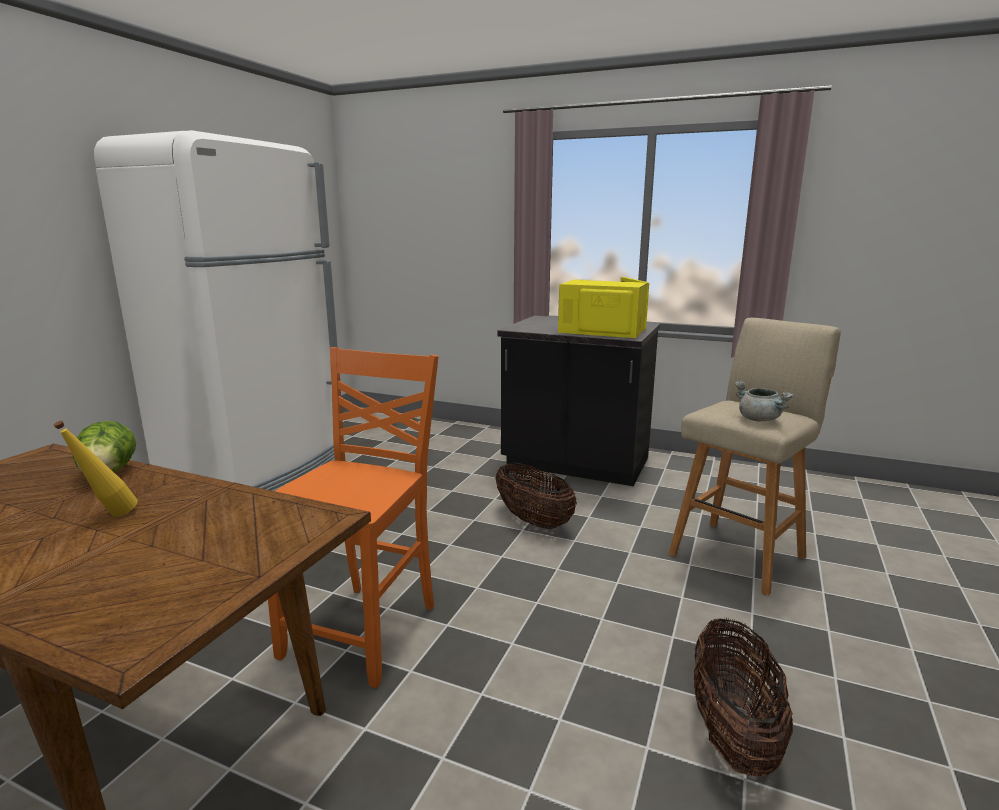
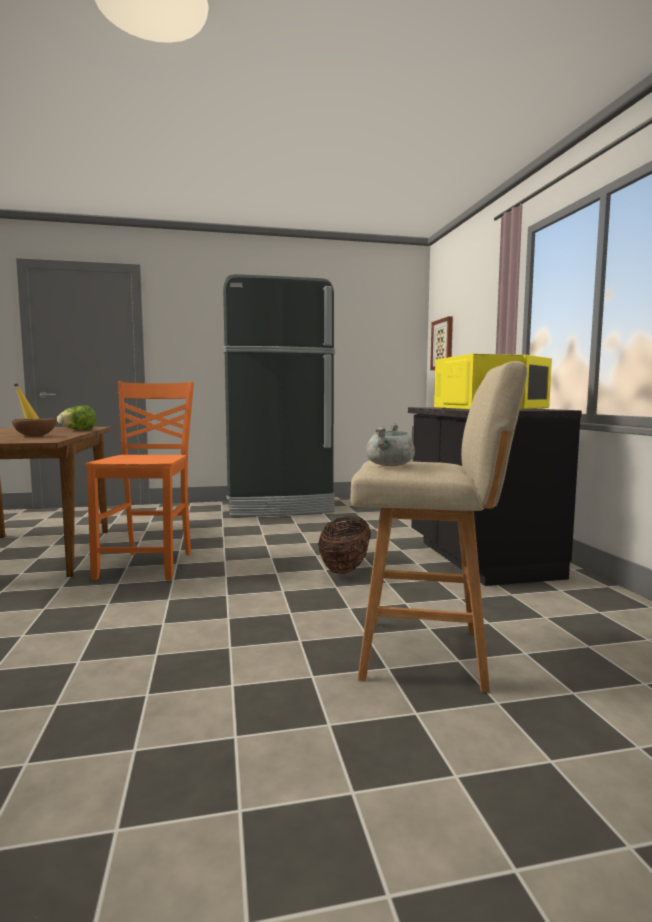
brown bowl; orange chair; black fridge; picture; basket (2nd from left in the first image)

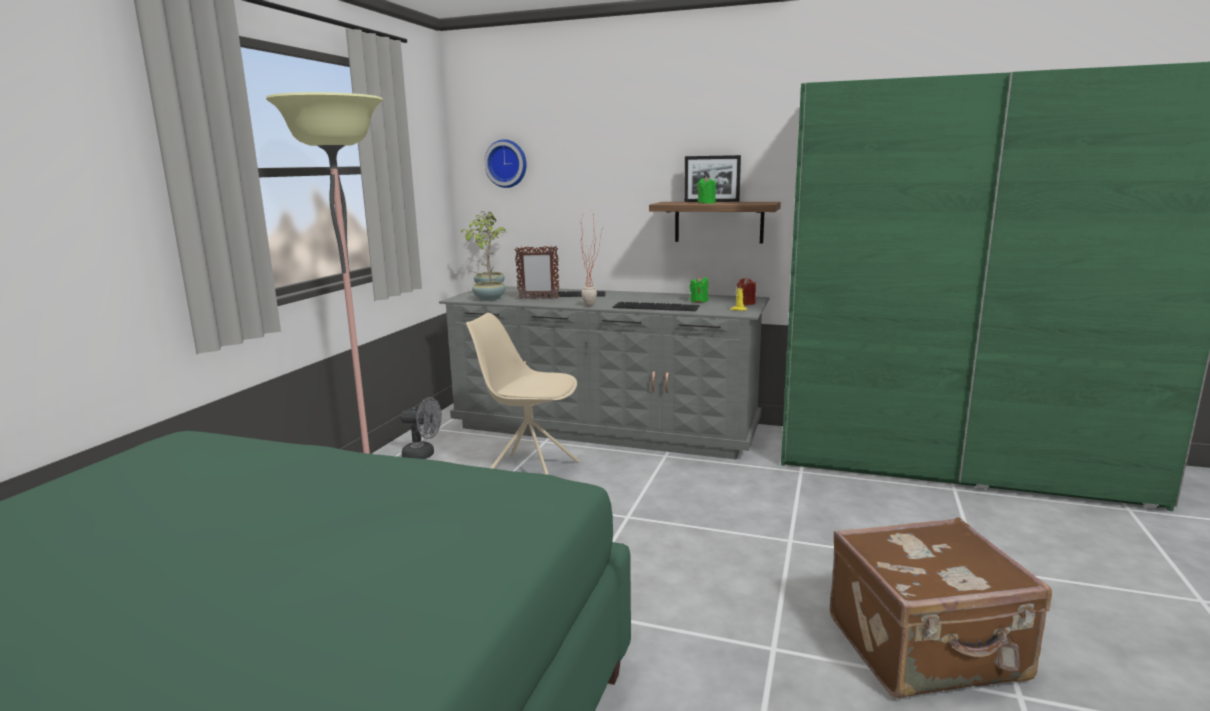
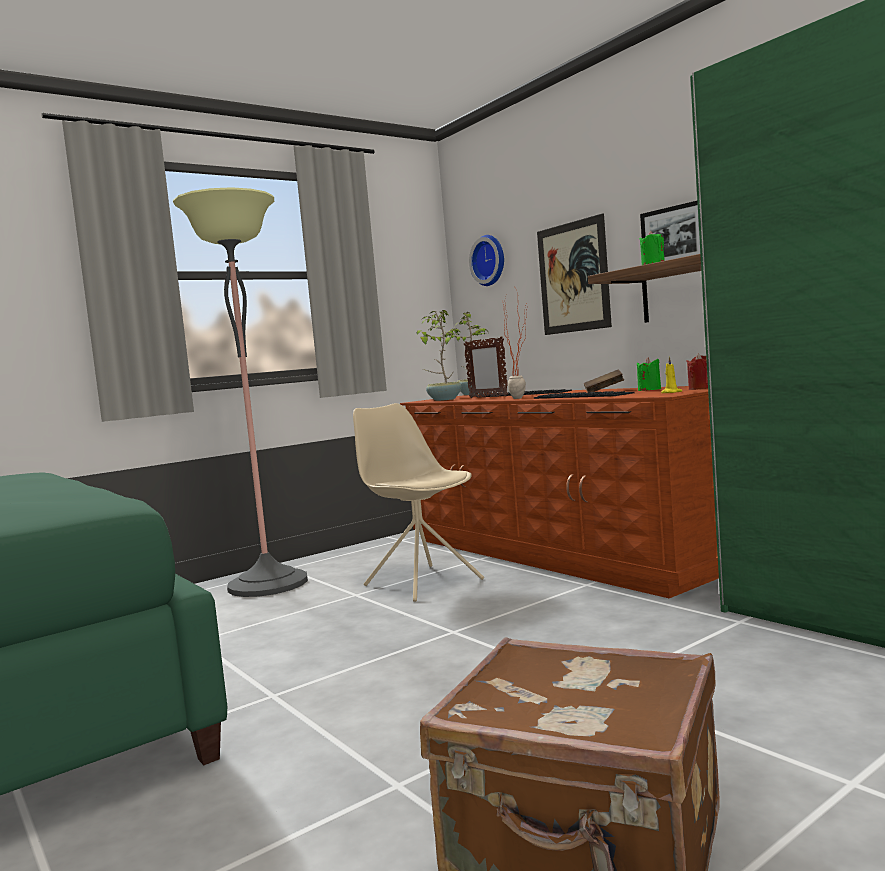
brown dresser; picture; brown book; grey fan

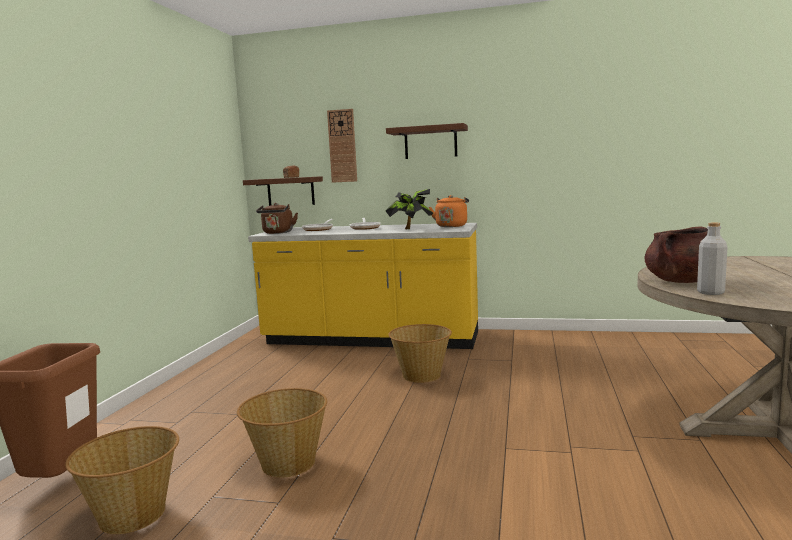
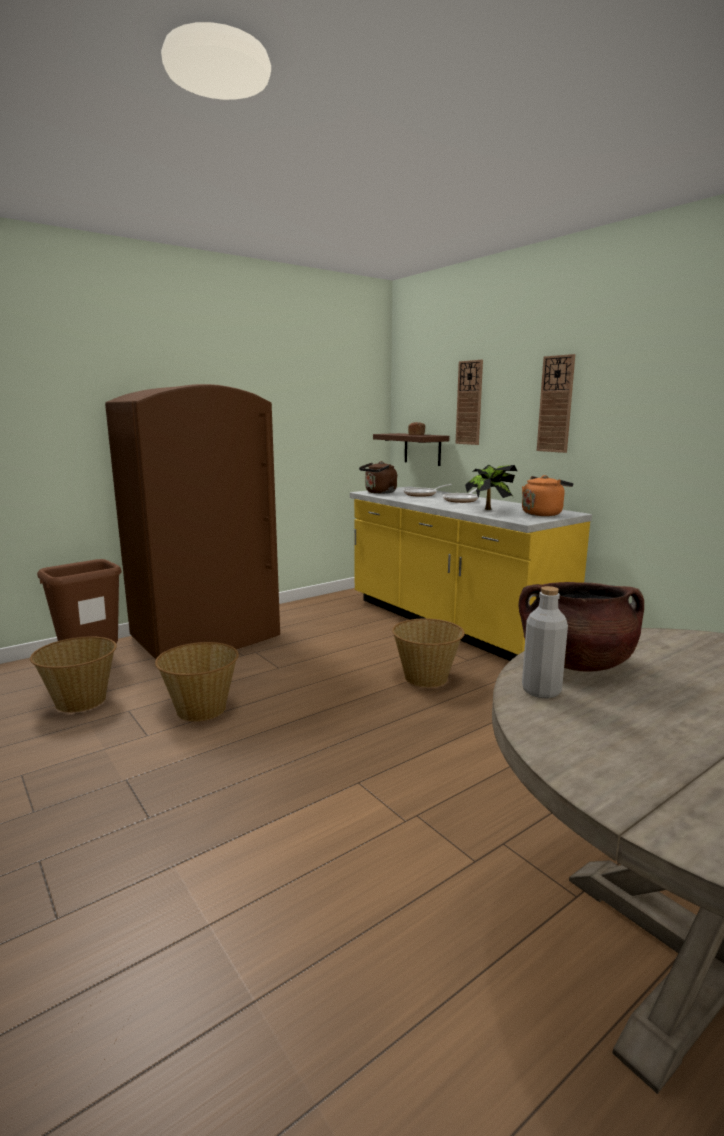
brown fridge; wall clock (2nd from left)

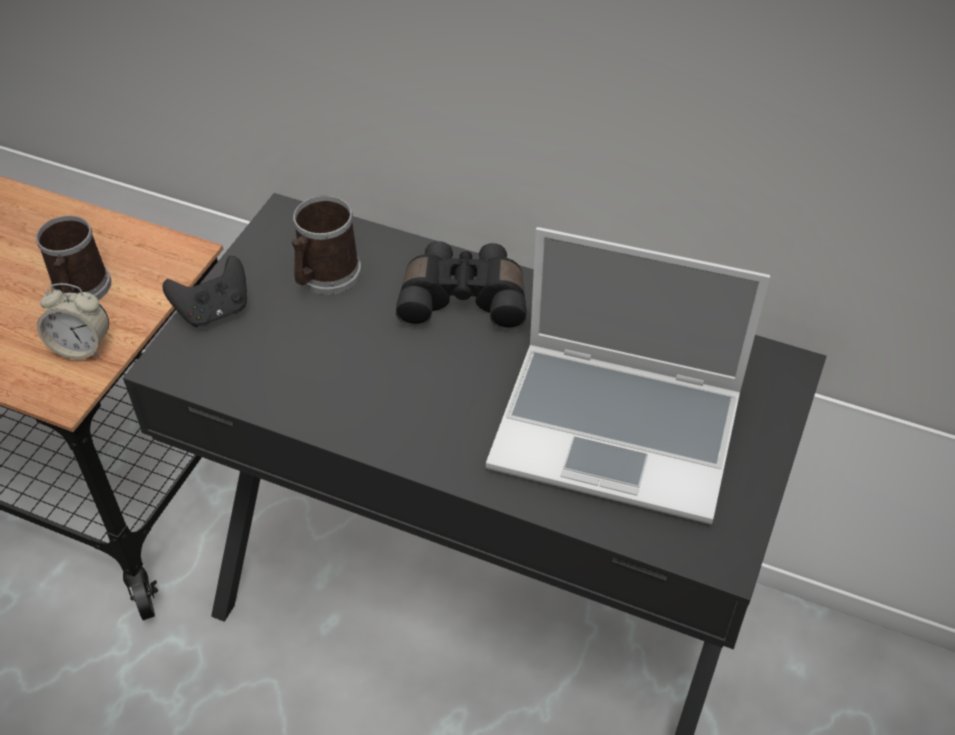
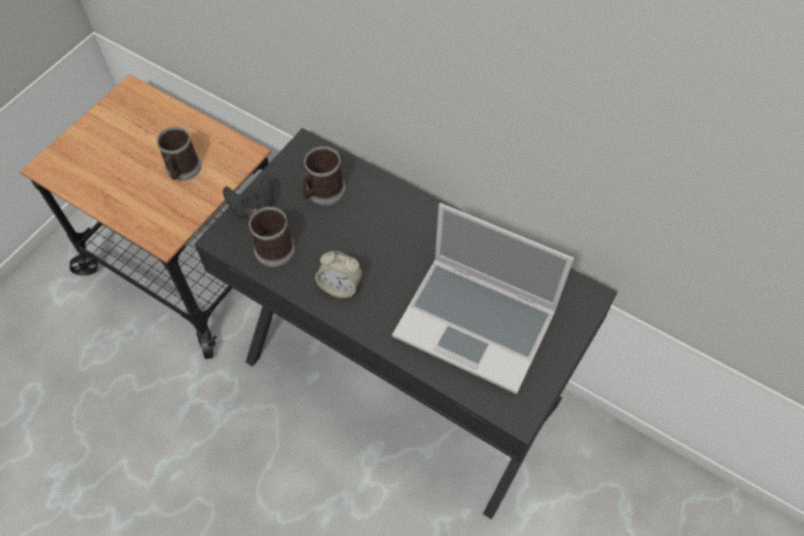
mug (2nd from left); alarm clock; black binoculars

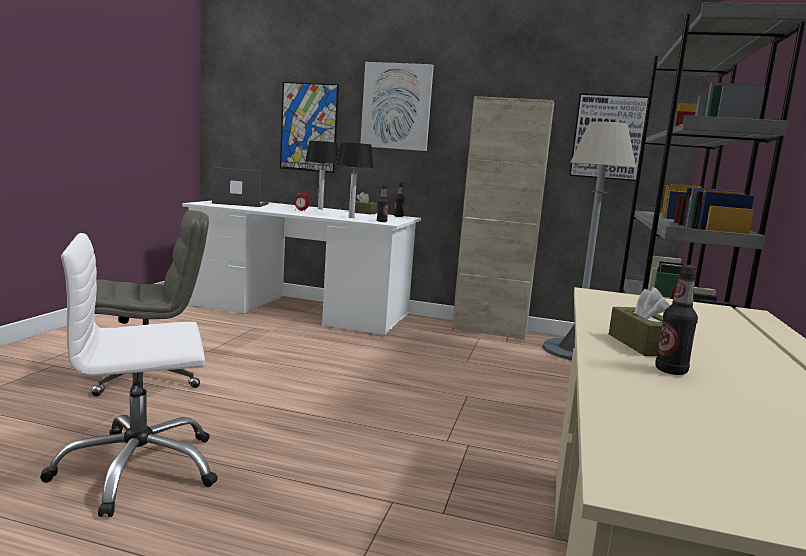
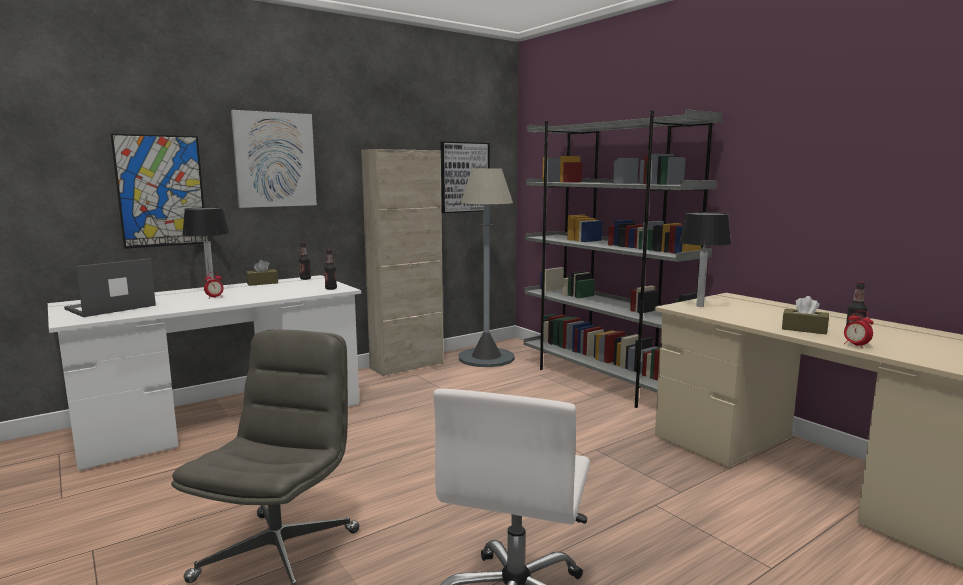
table lamp (2nd from left); alarm clock (2nd from left)

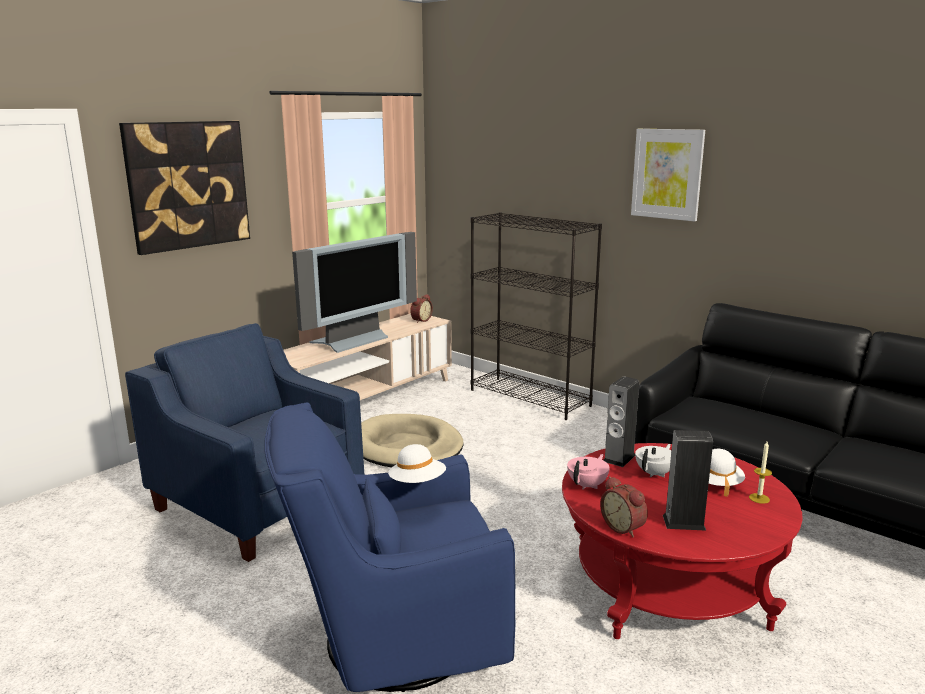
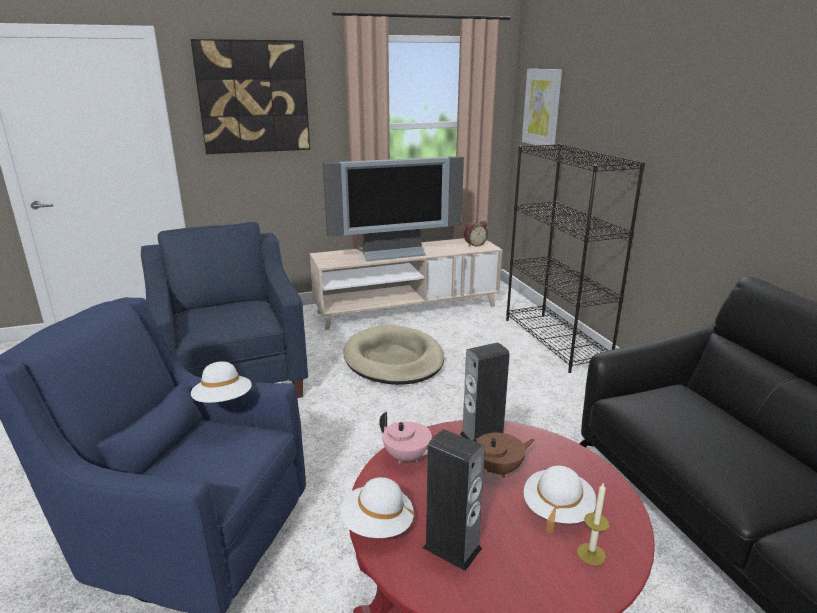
white hat (2nd from left); pink teapot; brown teapot; picture (2nd from left)

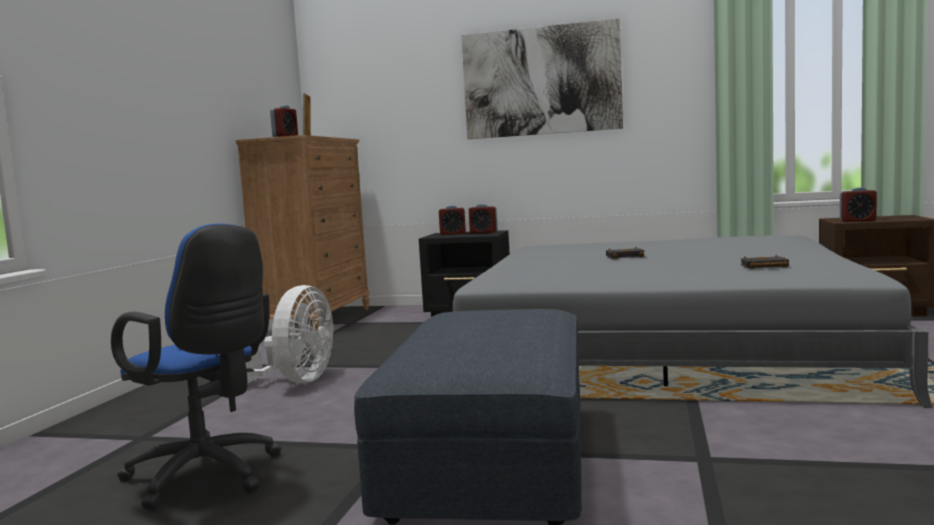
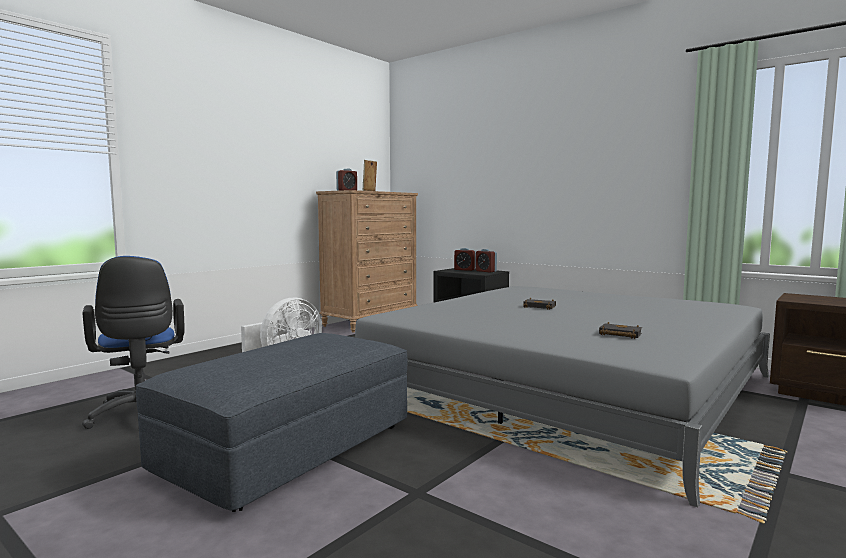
picture; alarm clock (4th from left in the first image)

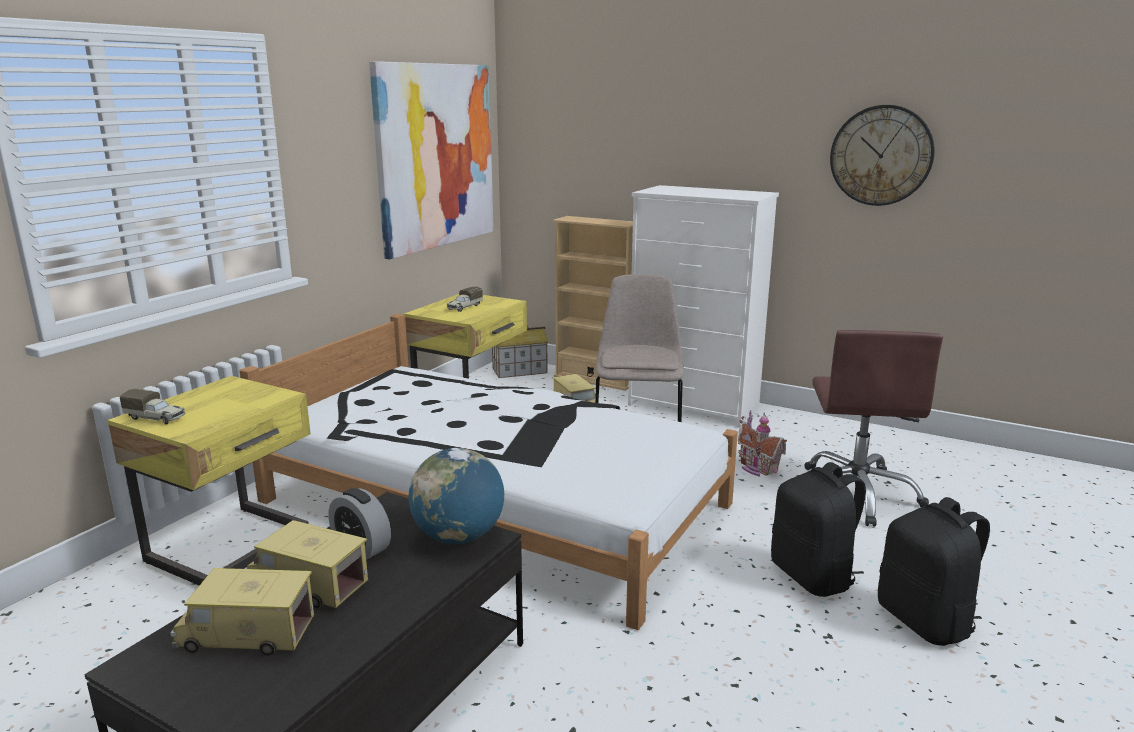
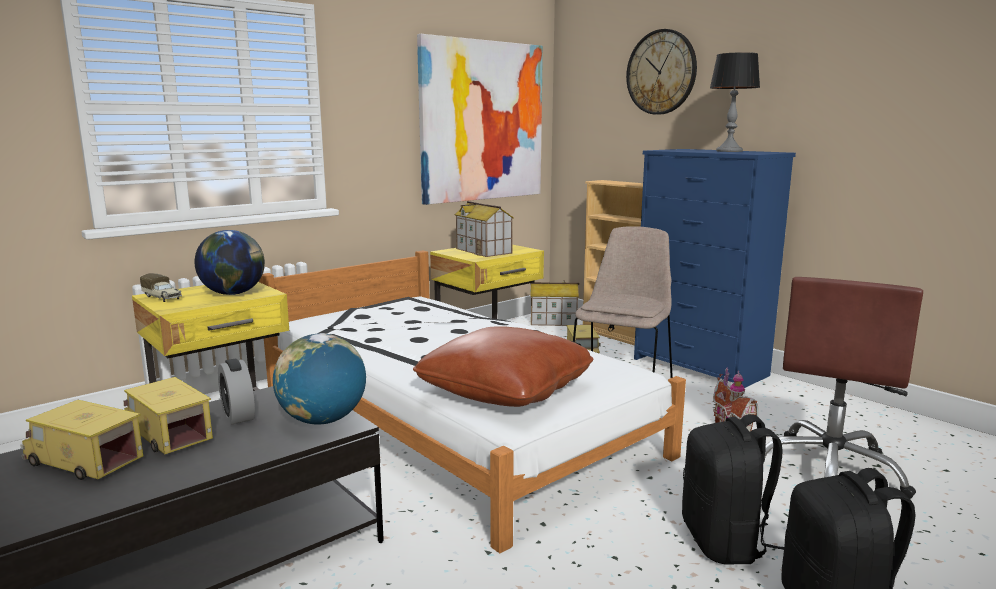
globe (1st from left); brown pillow; toy house (1st from left); wall clock; blue dresser; table lamp

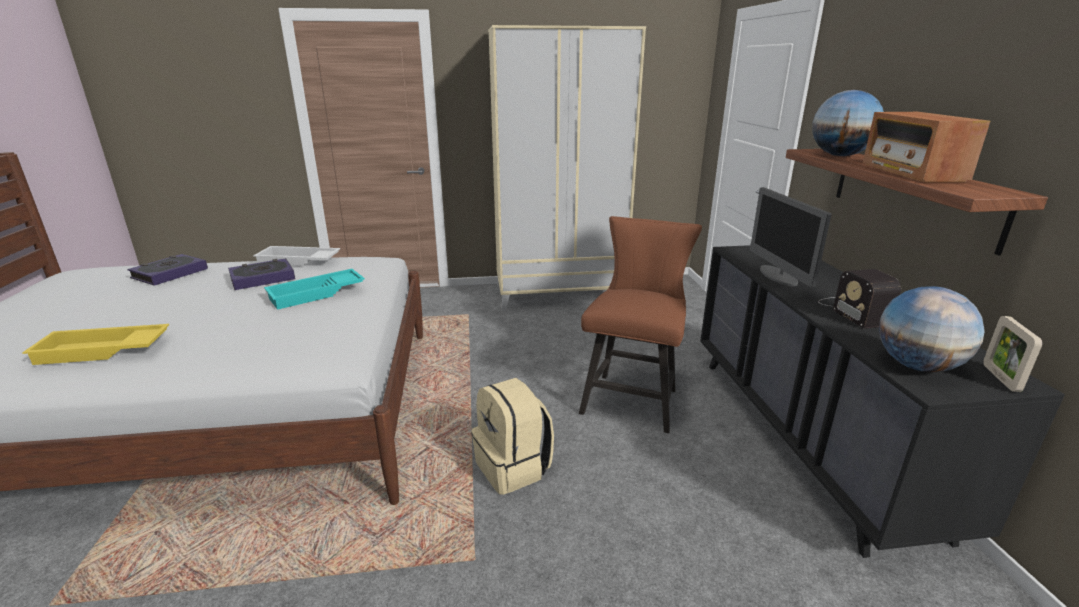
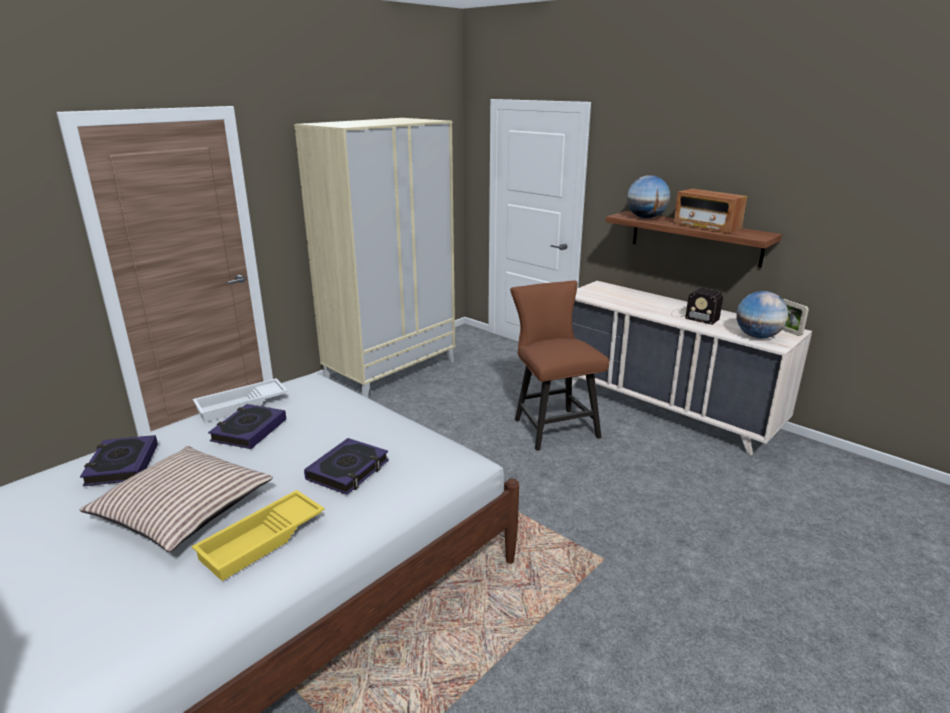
pillow; book (3rd from left); beige dresser; turquoise tray; beige backpack; monitor

